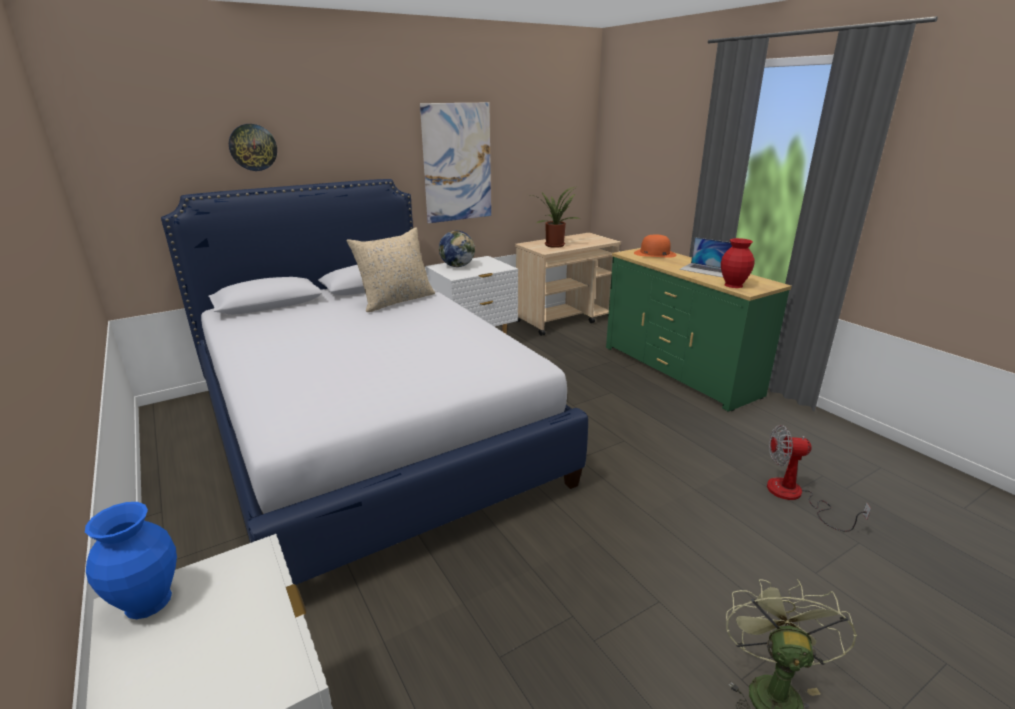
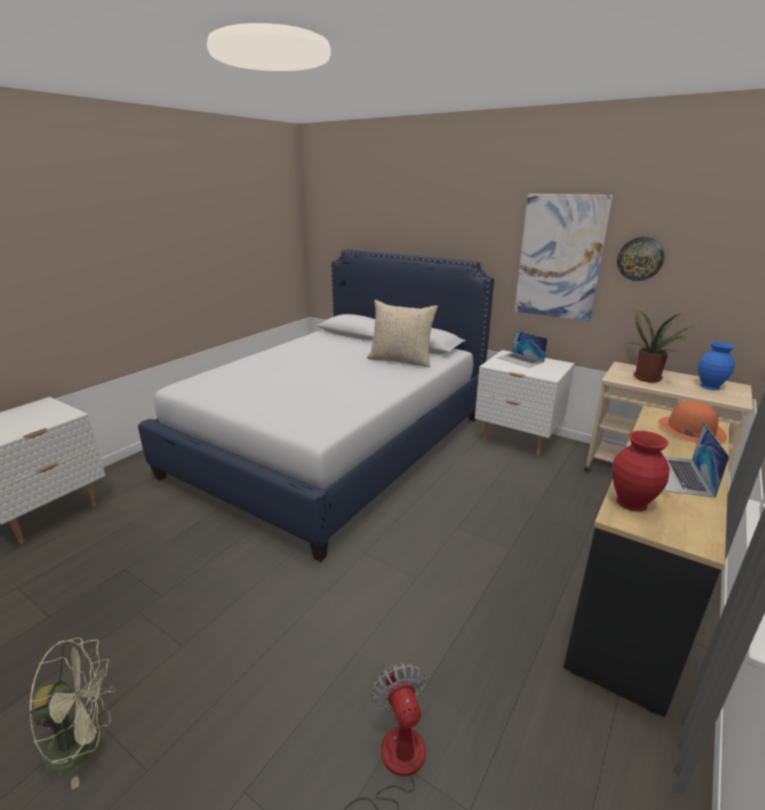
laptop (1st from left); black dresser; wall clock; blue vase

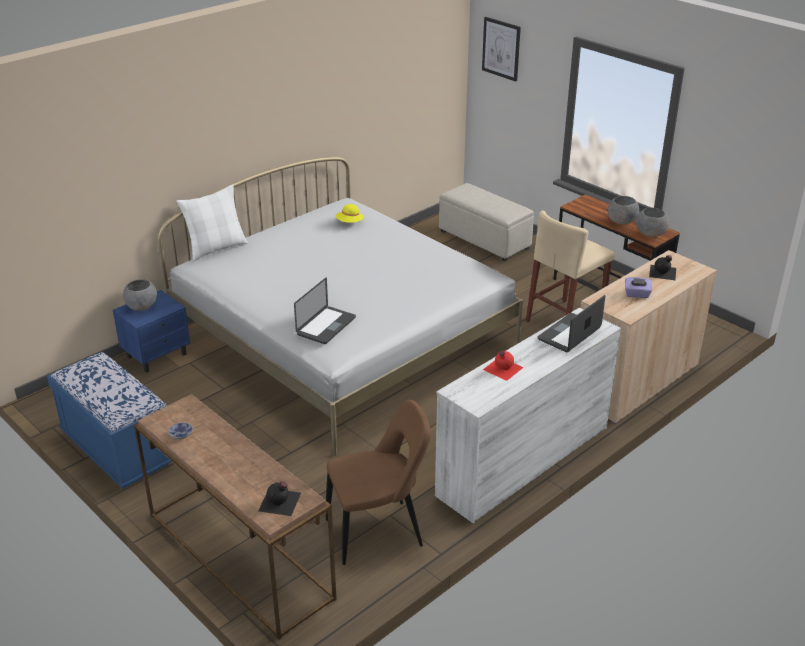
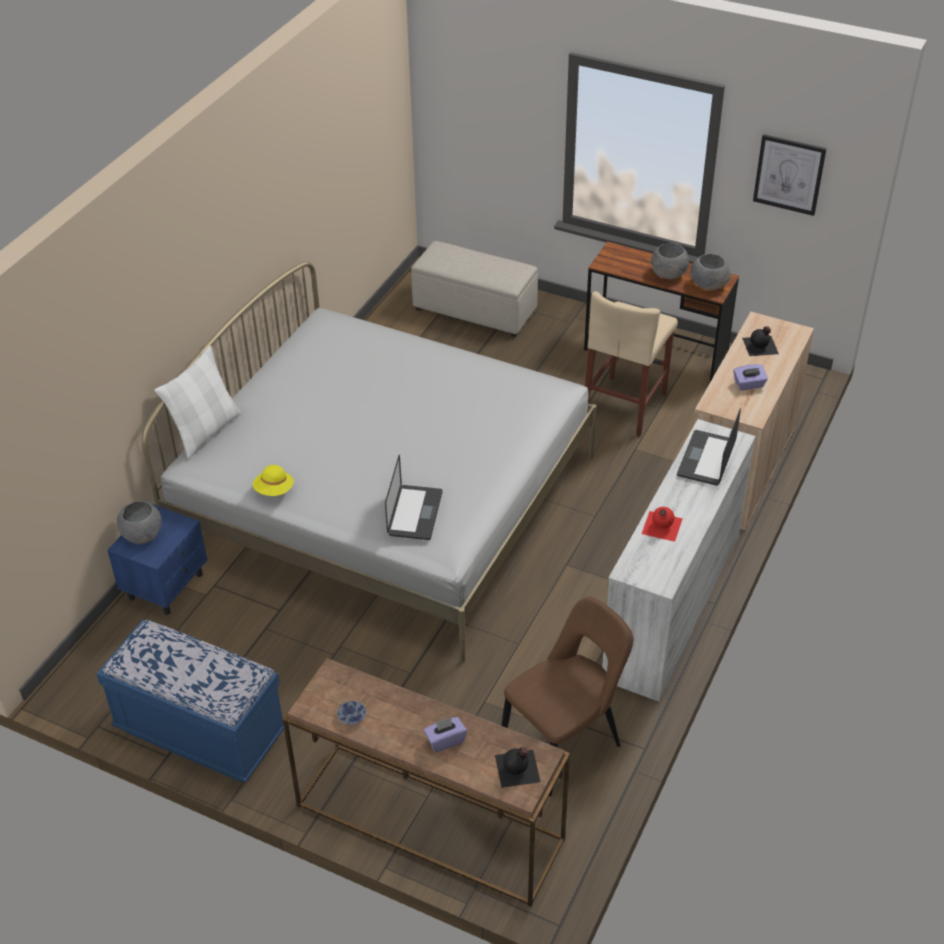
yellow hat; purple tissue box (1st from left); picture

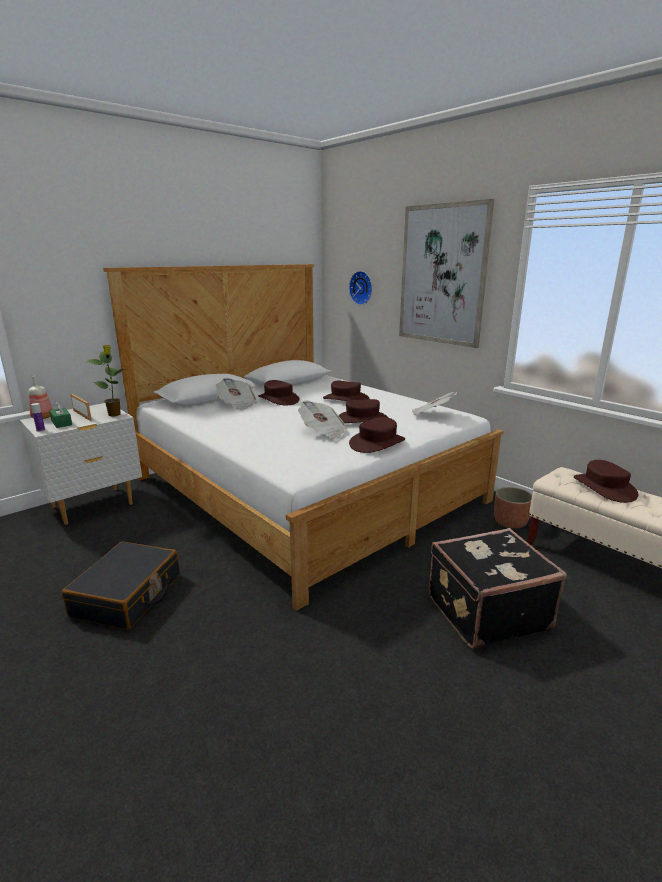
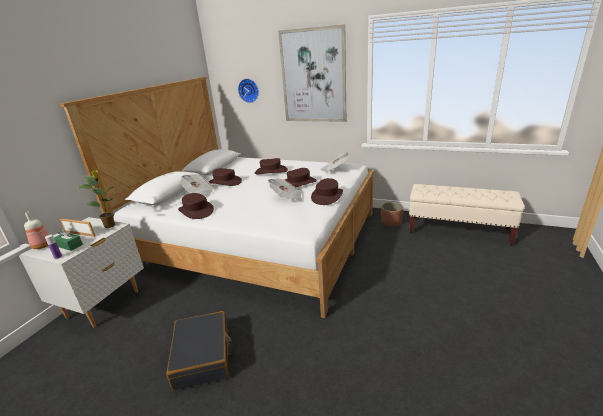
brown hat (1st from left); black suitcase (2nd from left in the first image)

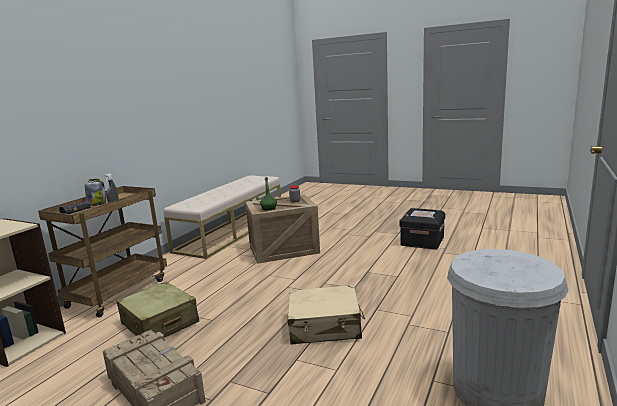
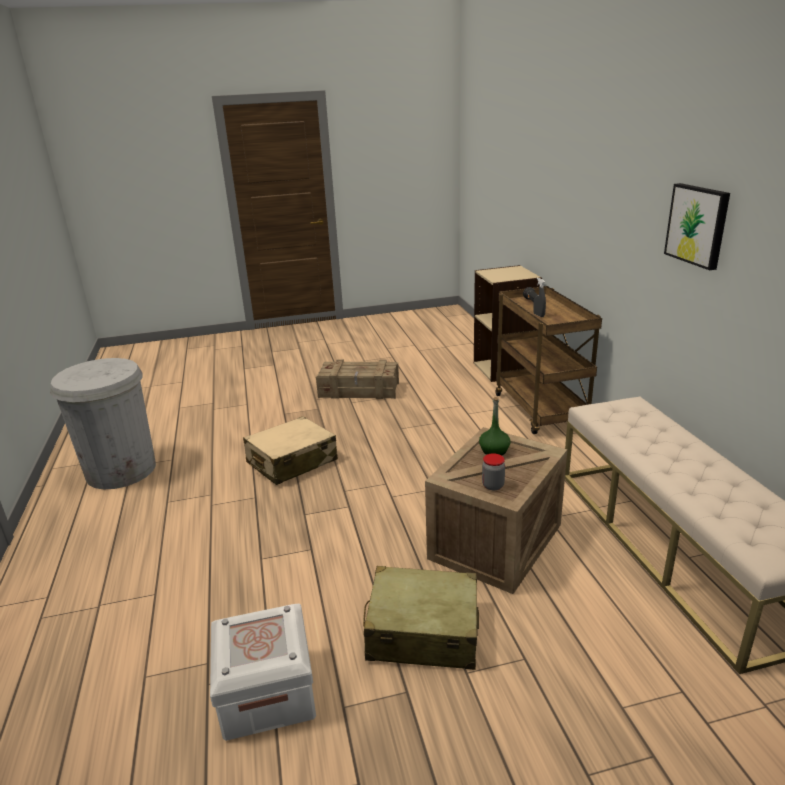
white storage box; beige suitcase (2nd from left); picture; jar (1st from left in the first image)

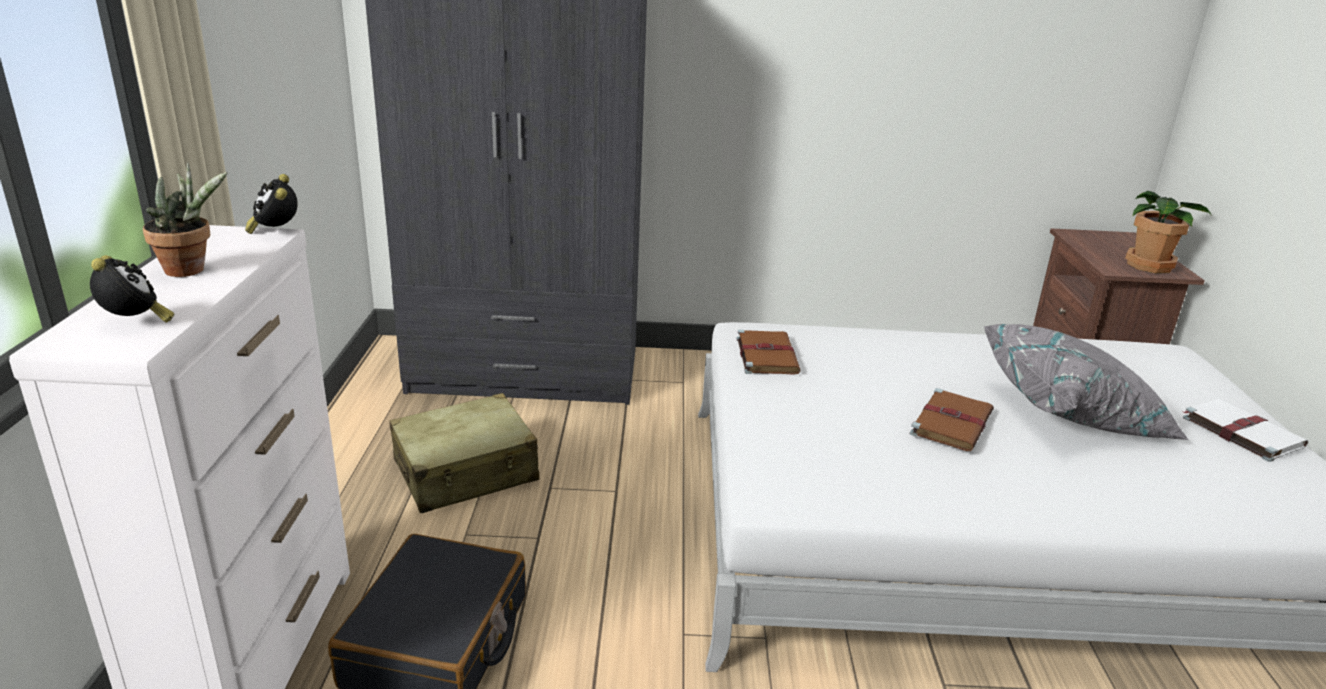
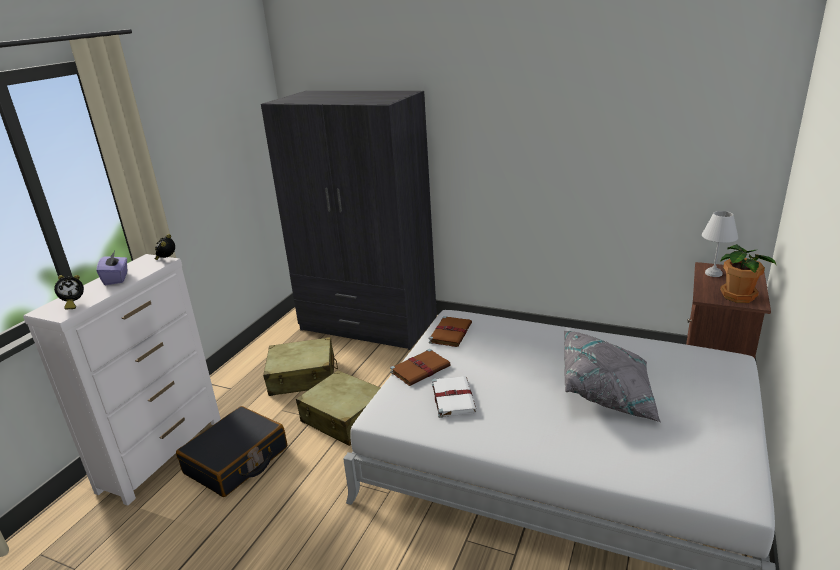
alarm clock (1st from left); purple tissue box; beige suitcase (2nd from left); brown book (1st from left); white book; white table lamp

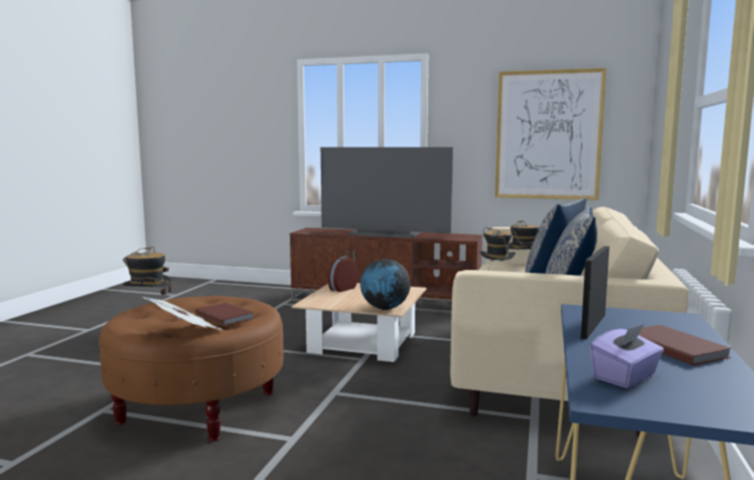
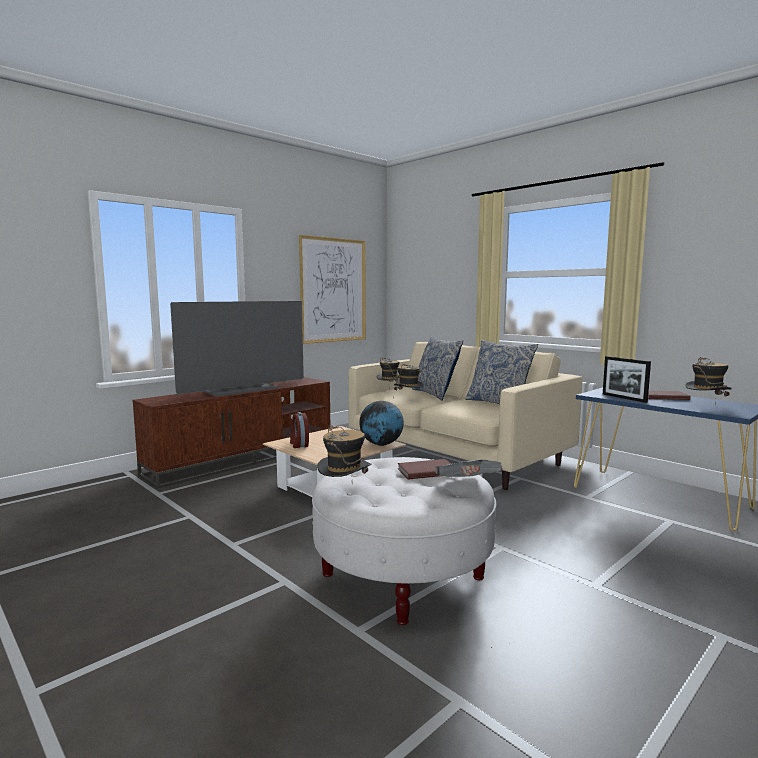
white ottoman; hat (4th from left)

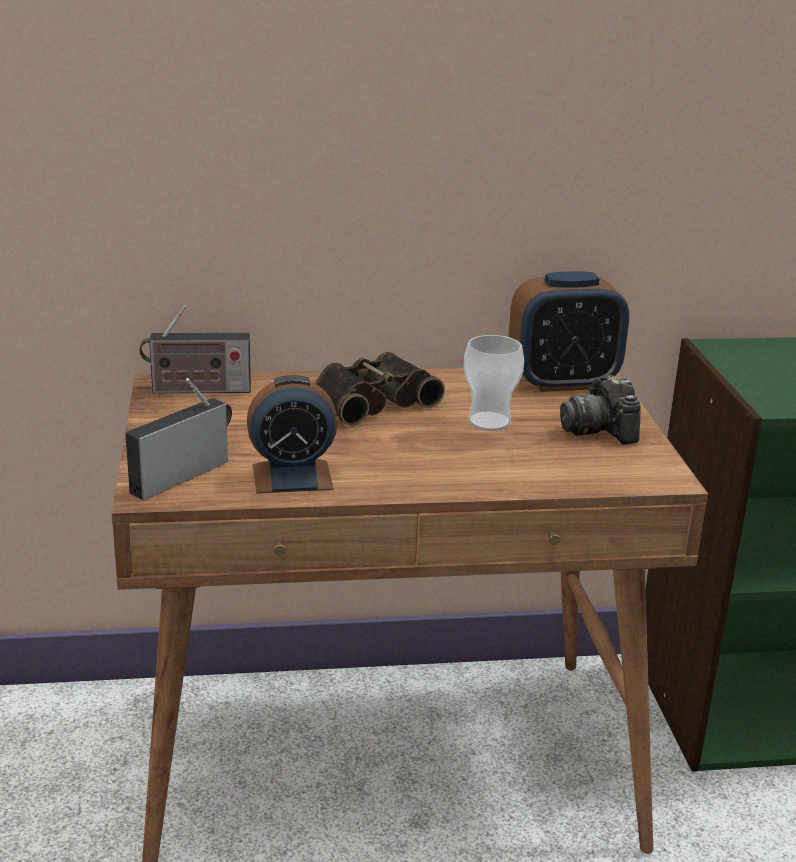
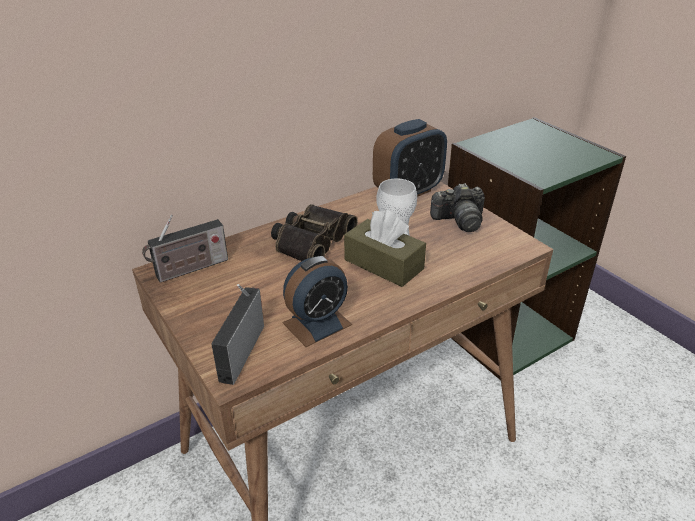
brown tissue box; photo camera

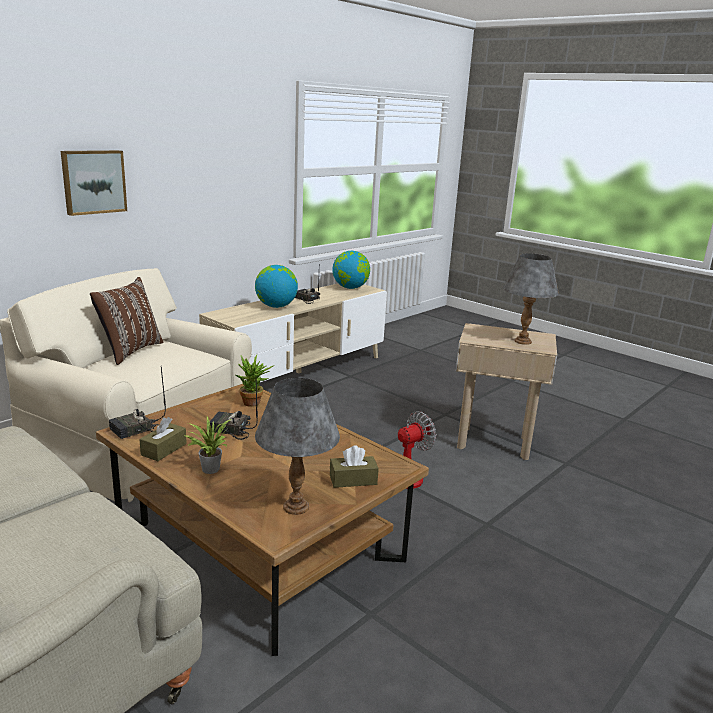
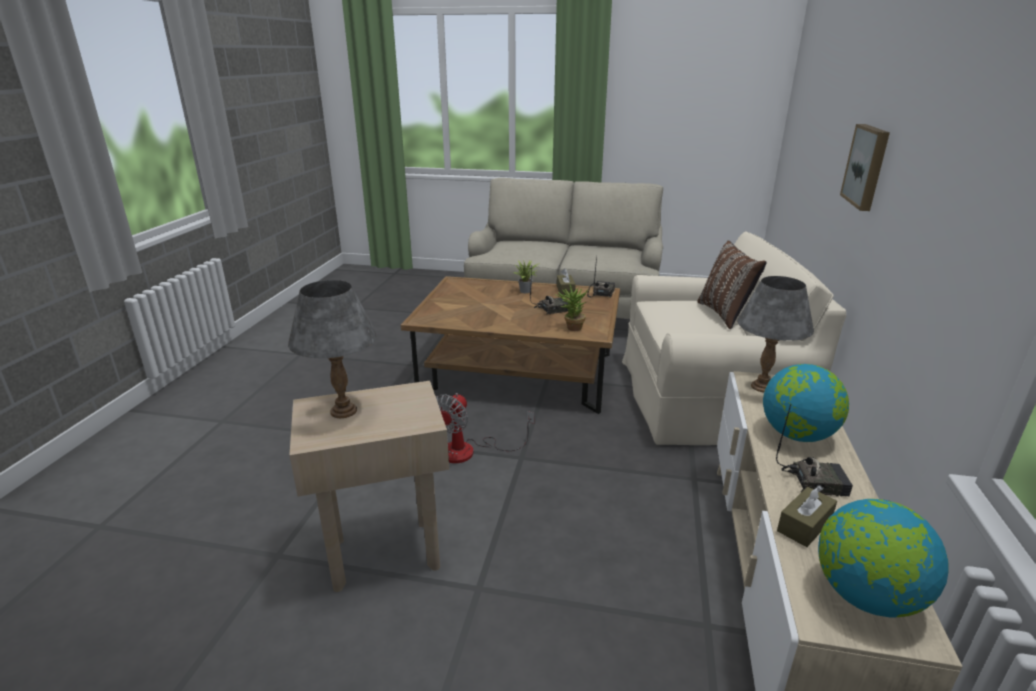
grey table lamp (2nd from left); brown tissue box (2nd from left)

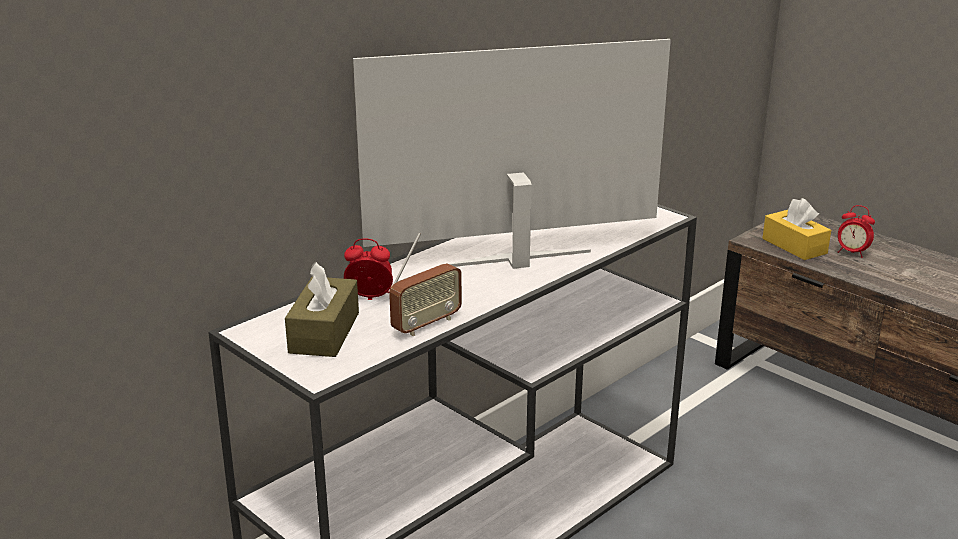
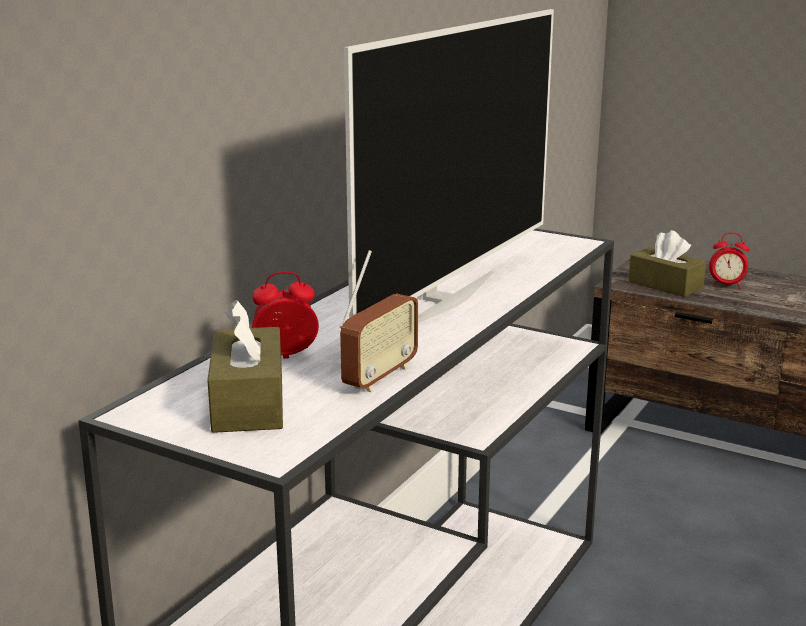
television; brown tissue box (2nd from left)

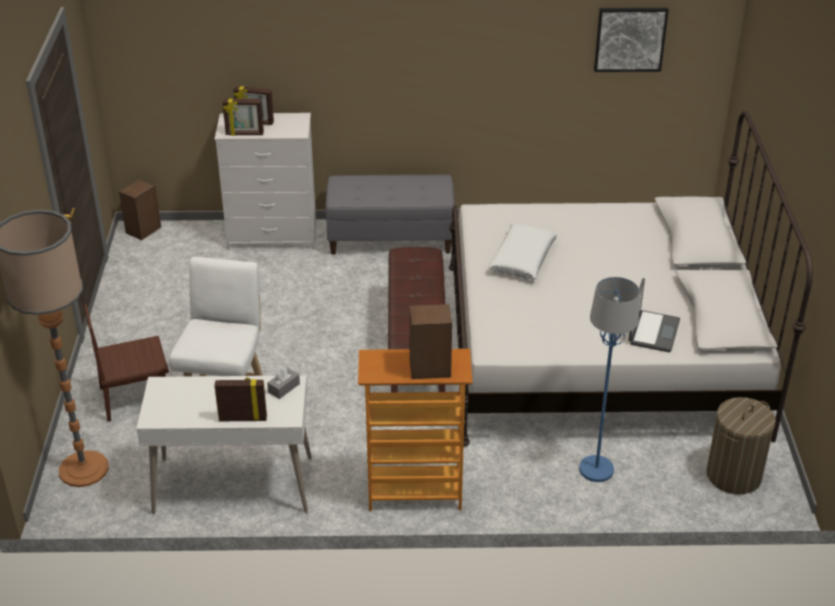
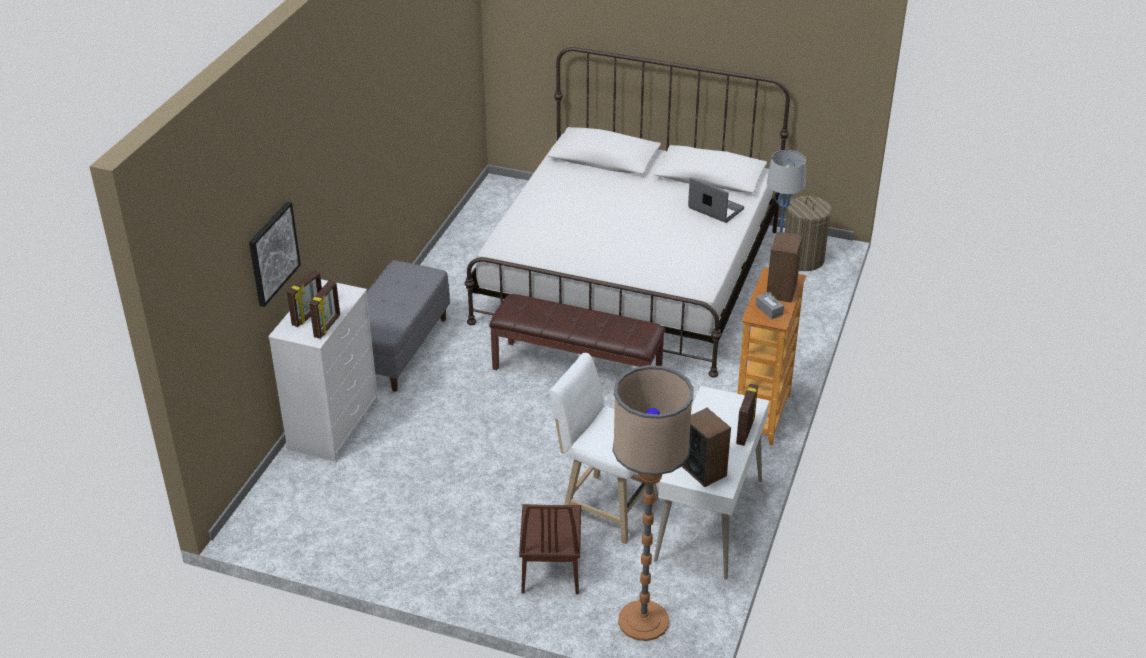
picture; speaker (1st from left); grey tissue box; white pillow

